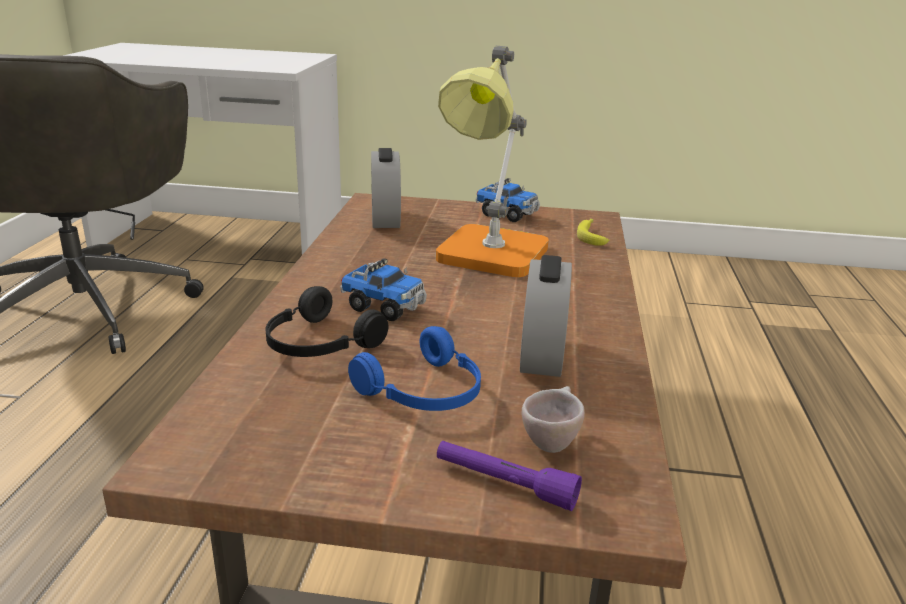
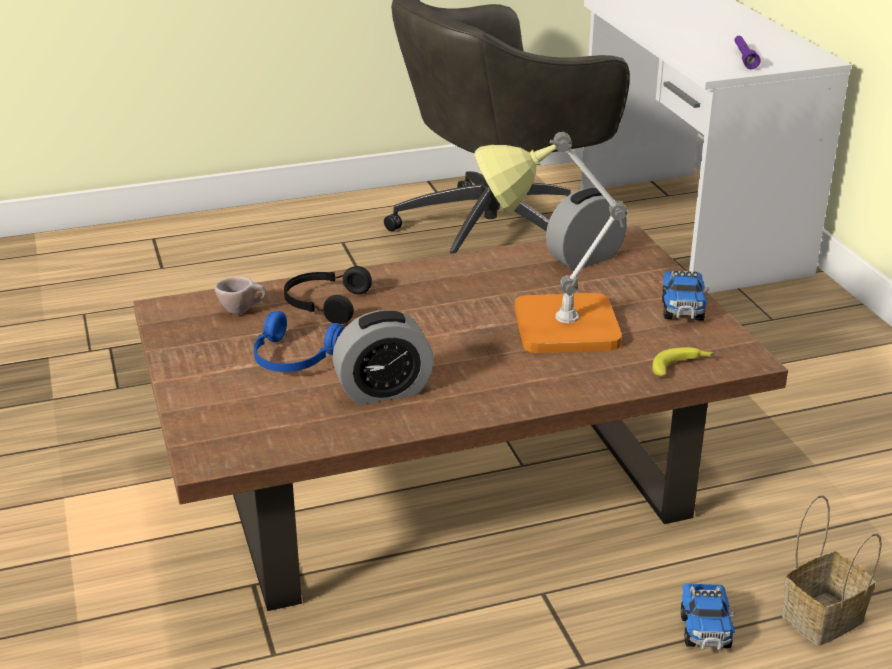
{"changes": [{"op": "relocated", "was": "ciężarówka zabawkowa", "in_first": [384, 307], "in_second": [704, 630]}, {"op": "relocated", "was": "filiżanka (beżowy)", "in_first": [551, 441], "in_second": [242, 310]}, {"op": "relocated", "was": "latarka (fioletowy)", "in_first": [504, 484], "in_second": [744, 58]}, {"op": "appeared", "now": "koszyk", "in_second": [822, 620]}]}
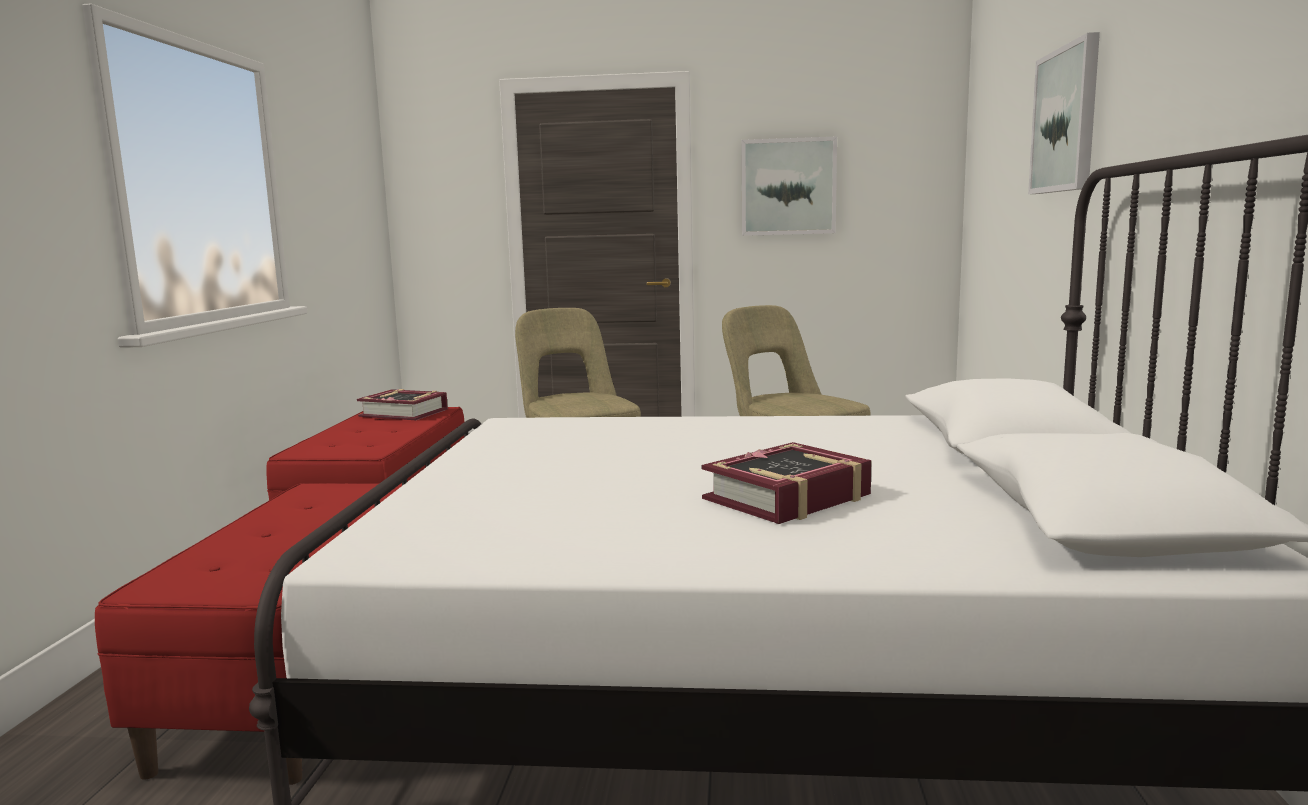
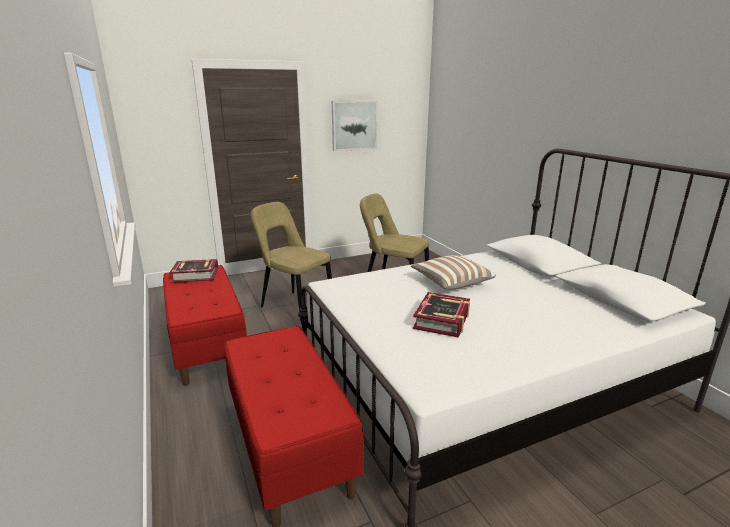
{"changes": [{"op": "missing", "was": "obraz", "in_first": [1066, 120]}, {"op": "relocated", "was": "książka", "in_first": [787, 497], "in_second": [442, 320]}, {"op": "appeared", "now": "poduszka", "in_second": [451, 282]}]}
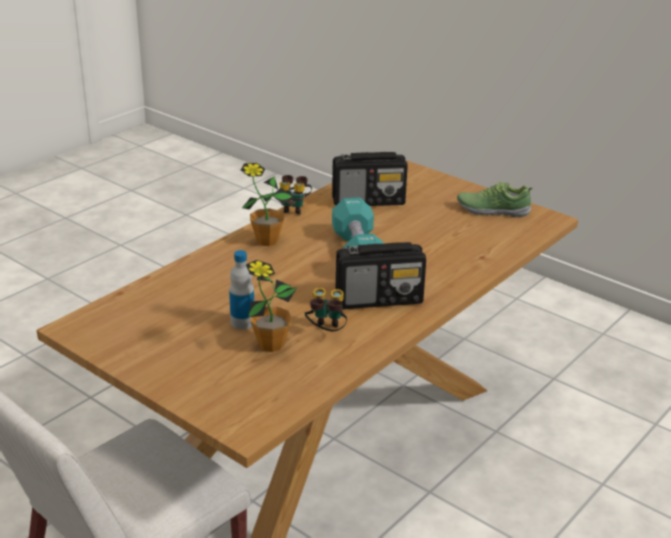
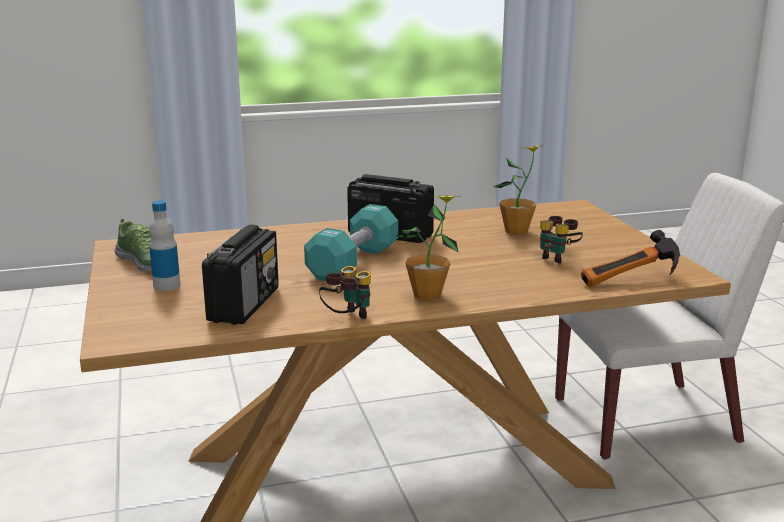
{"changes": [{"op": "spun", "was": "radio", "in_first": [369, 201], "in_second": [245, 304], "clockwise": 75}, {"op": "relocated", "was": "butelka", "in_first": [242, 322], "in_second": [167, 285]}, {"op": "relocated", "was": "lornetka", "in_first": [326, 332], "in_second": [557, 258]}, {"op": "appeared", "now": "młotek", "in_second": [632, 281]}]}
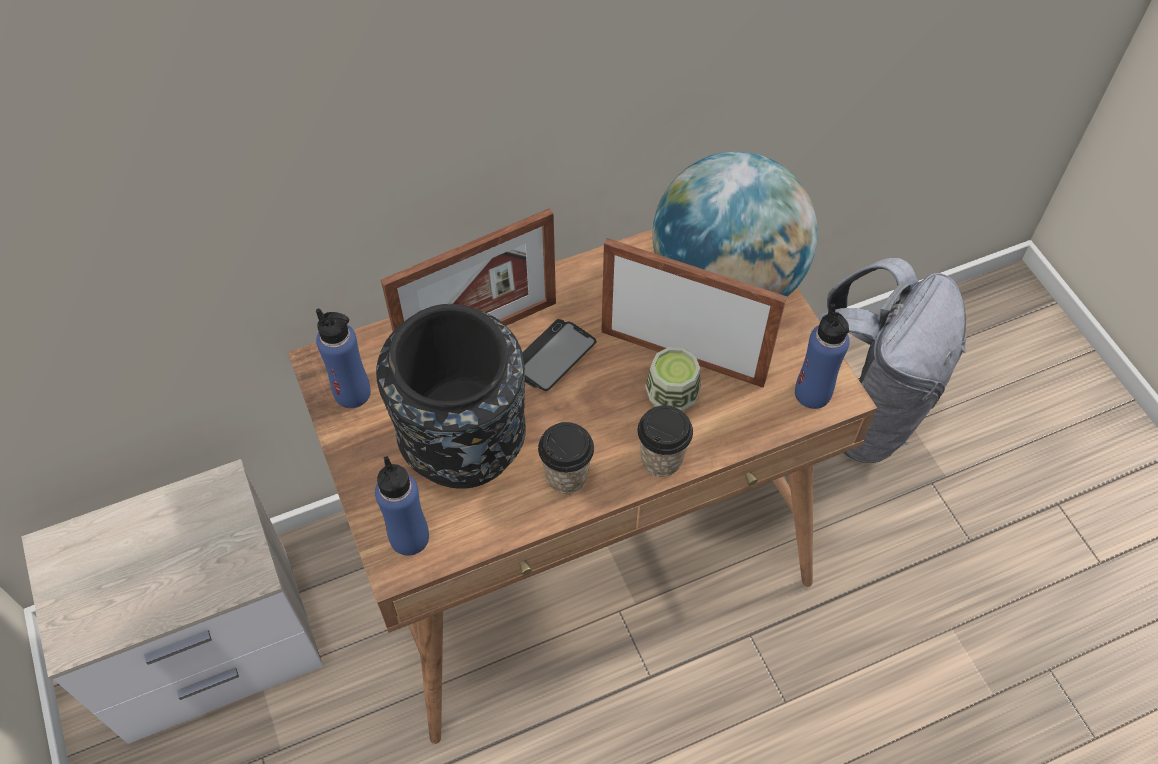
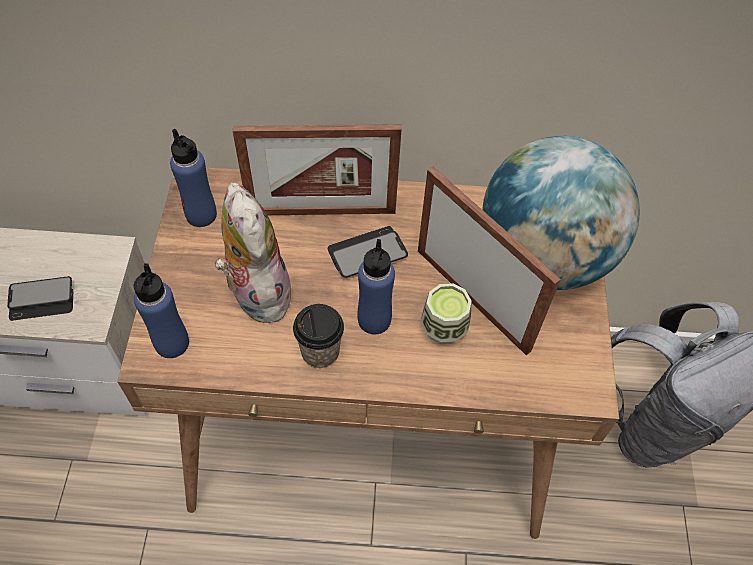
{"changes": [{"op": "exchanged", "was": "wazon (czarny)", "now": "pluszak", "in_first": [464, 446], "in_second": [256, 292]}, {"op": "relocated", "was": "butelka (niebieski)", "in_first": [812, 393], "in_second": [374, 320]}, {"op": "missing", "was": "filiżanka", "in_first": [661, 459]}, {"op": "appeared", "now": "telefon", "in_second": [41, 299]}]}
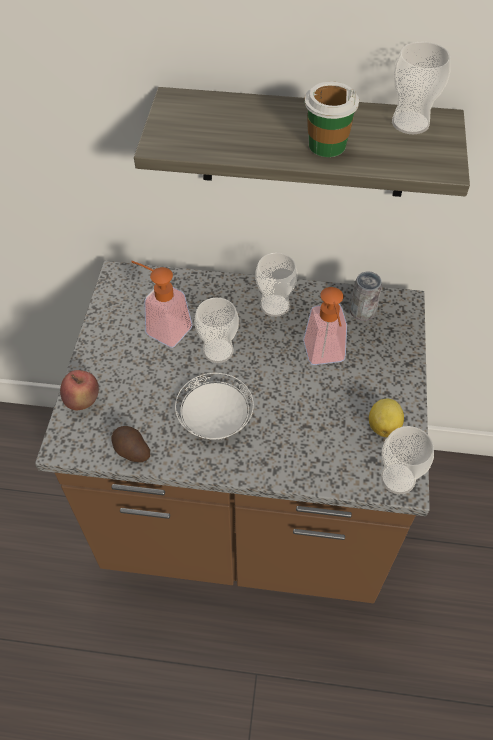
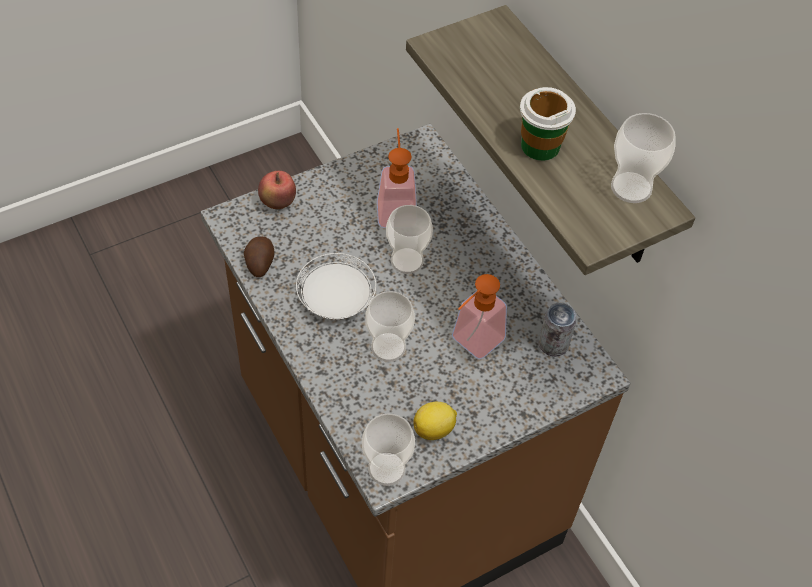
{"changes": [{"op": "relocated", "was": "filiżanka", "in_first": [274, 305], "in_second": [388, 347]}]}
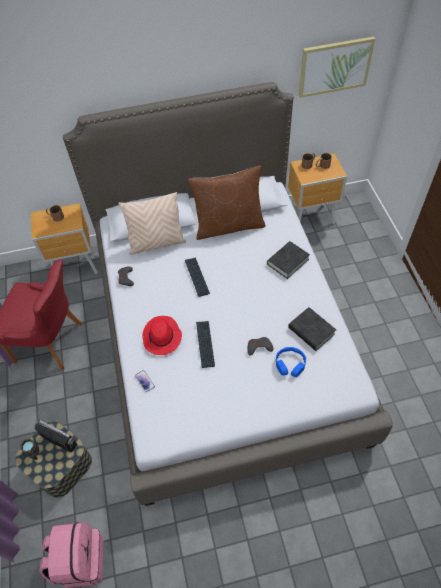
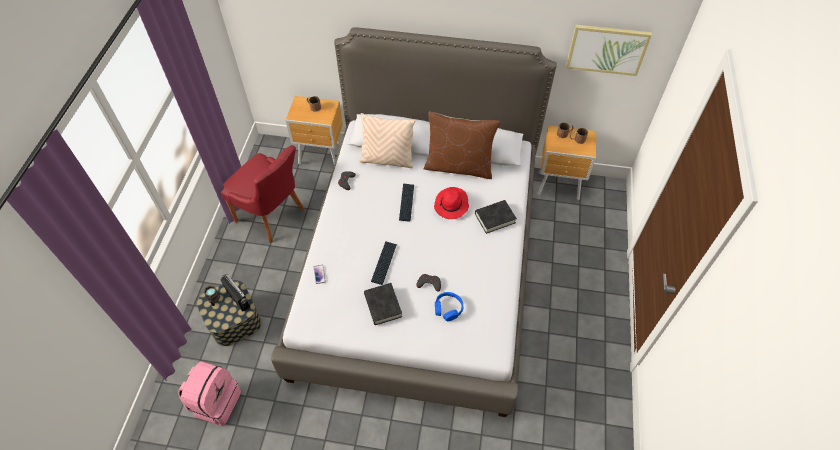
{"changes": [{"op": "relocated", "was": "książka (czarny)", "in_first": [311, 331], "in_second": [383, 305]}, {"op": "relocated", "was": "kapelusz (czerwony)", "in_first": [162, 337], "in_second": [451, 205]}]}
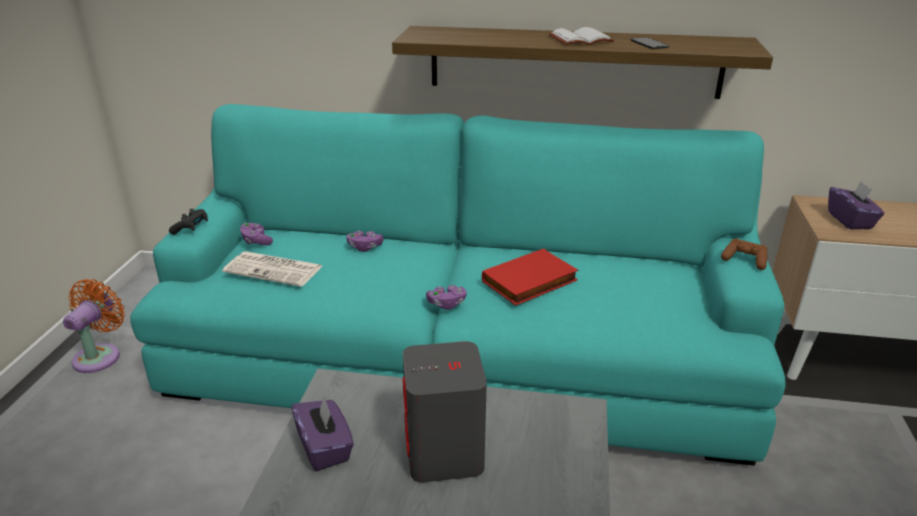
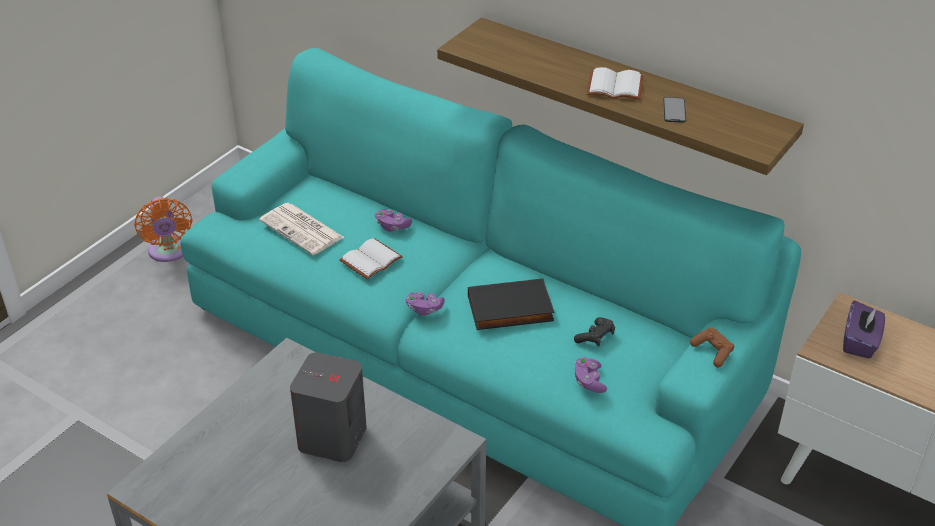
{"changes": [{"op": "relocated", "was": "pad do gier (czarny)", "in_first": [191, 228], "in_second": [595, 337]}, {"op": "relocated", "was": "pad do gier (fioletowy)", "in_first": [256, 241], "in_second": [589, 381]}, {"op": "colour", "was": "książka (czerwony)", "now": "książka (czarny)", "in_first": [530, 282], "in_second": [510, 310]}, {"op": "spun", "was": "wentylator (pomarańczowy)", "in_first": [100, 355], "in_second": [169, 252], "clockwise": 120}, {"op": "missing", "was": "pudełko chusteczek (fioletowy)", "in_first": [325, 448]}, {"op": "appeared", "now": "książka (biały)", "in_second": [370, 259]}]}
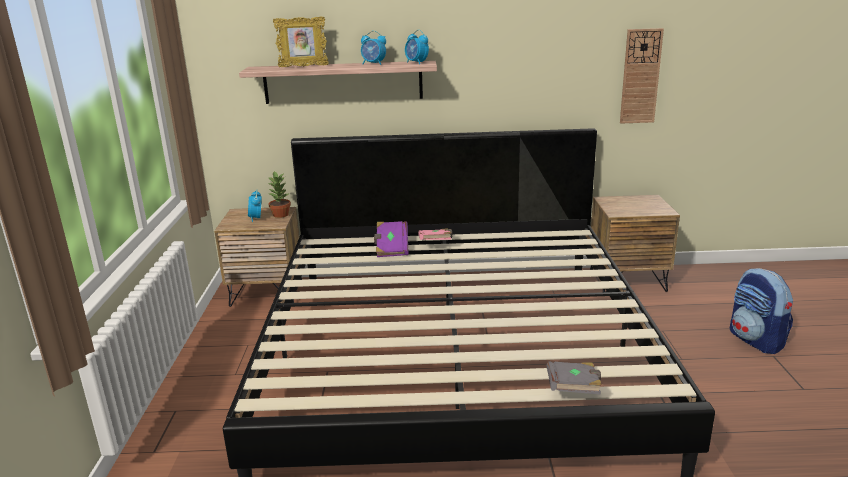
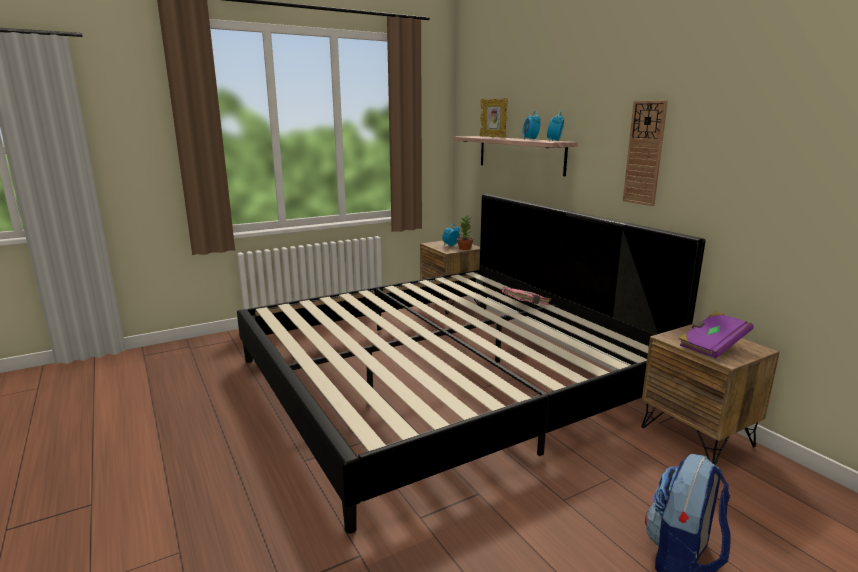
{"changes": [{"op": "relocated", "was": "zegar ścienny", "in_first": [640, 76], "in_second": [645, 153]}, {"op": "relocated", "was": "książka (fioletowy)", "in_first": [391, 248], "in_second": [712, 346]}, {"op": "missing", "was": "książka (szary)", "in_first": [573, 390]}]}
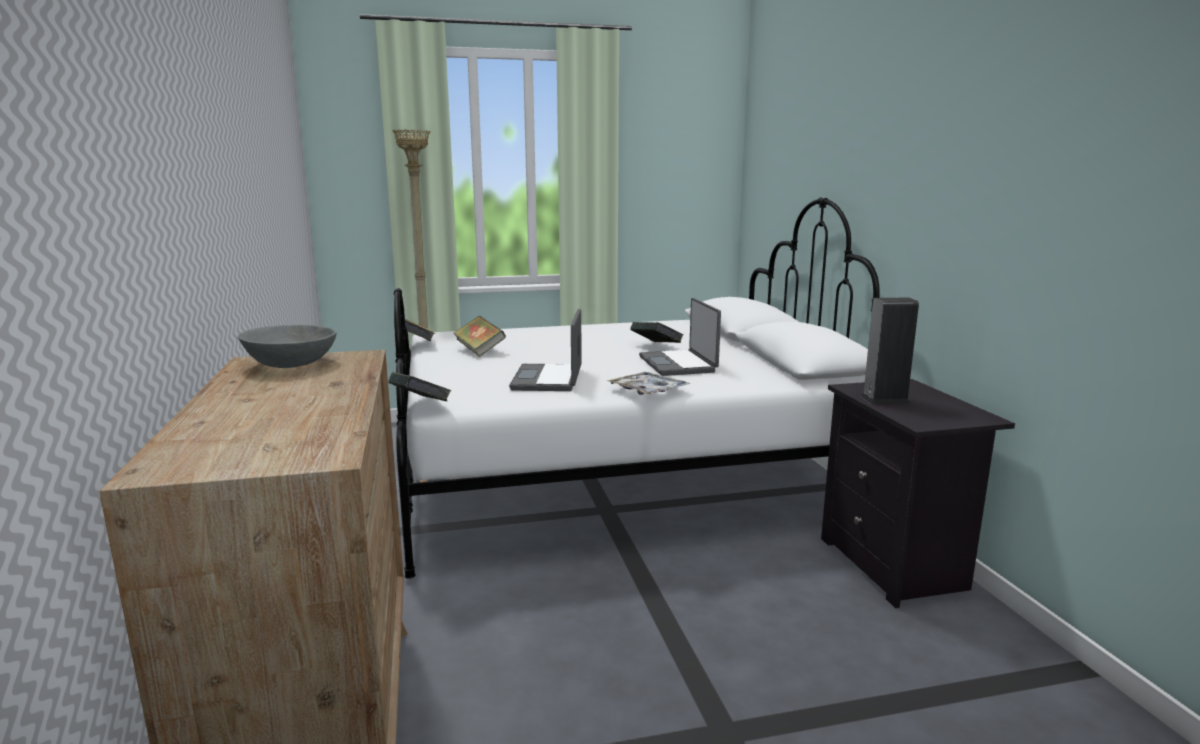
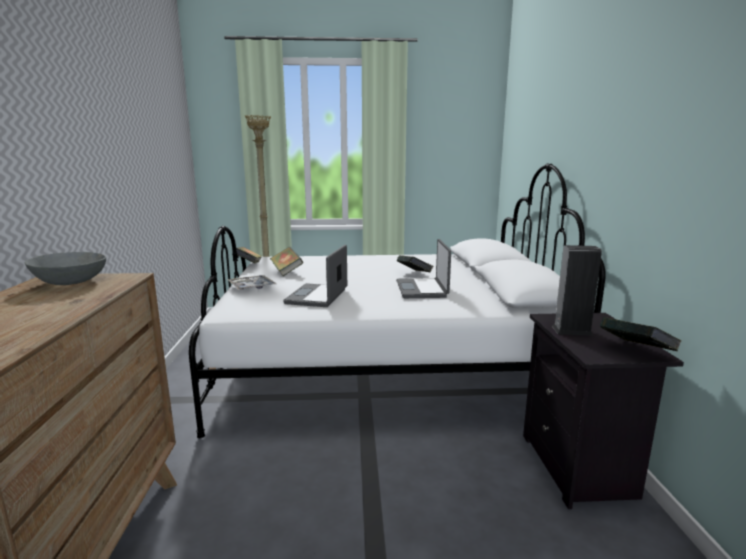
{"changes": [{"op": "relocated", "was": "książka", "in_first": [420, 406], "in_second": [635, 351]}, {"op": "relocated", "was": "taca", "in_first": [648, 391], "in_second": [252, 287]}]}
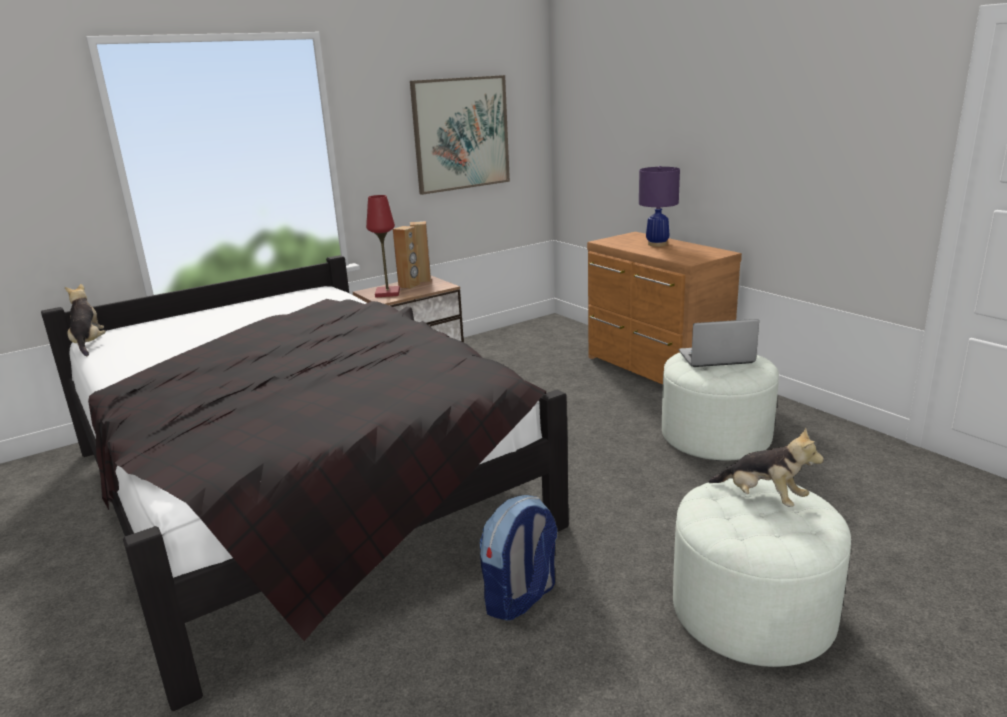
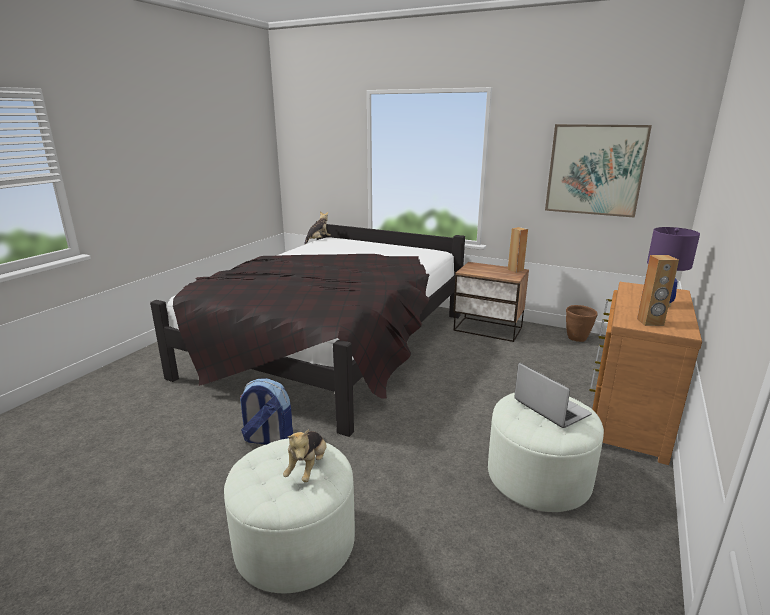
{"changes": [{"op": "missing", "was": "lampa stołowa (czerwony)", "in_first": [387, 293]}, {"op": "relocated", "was": "głośnik (brązowy)", "in_first": [409, 286], "in_second": [650, 322]}, {"op": "appeared", "now": "donica (brązowy)", "in_second": [577, 339]}]}
